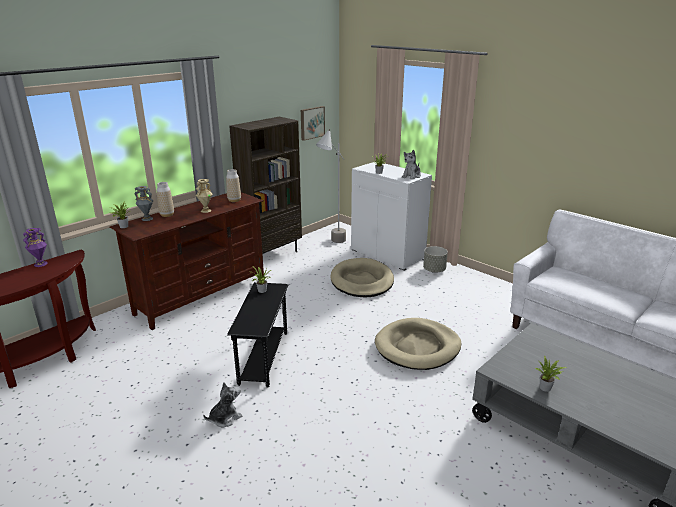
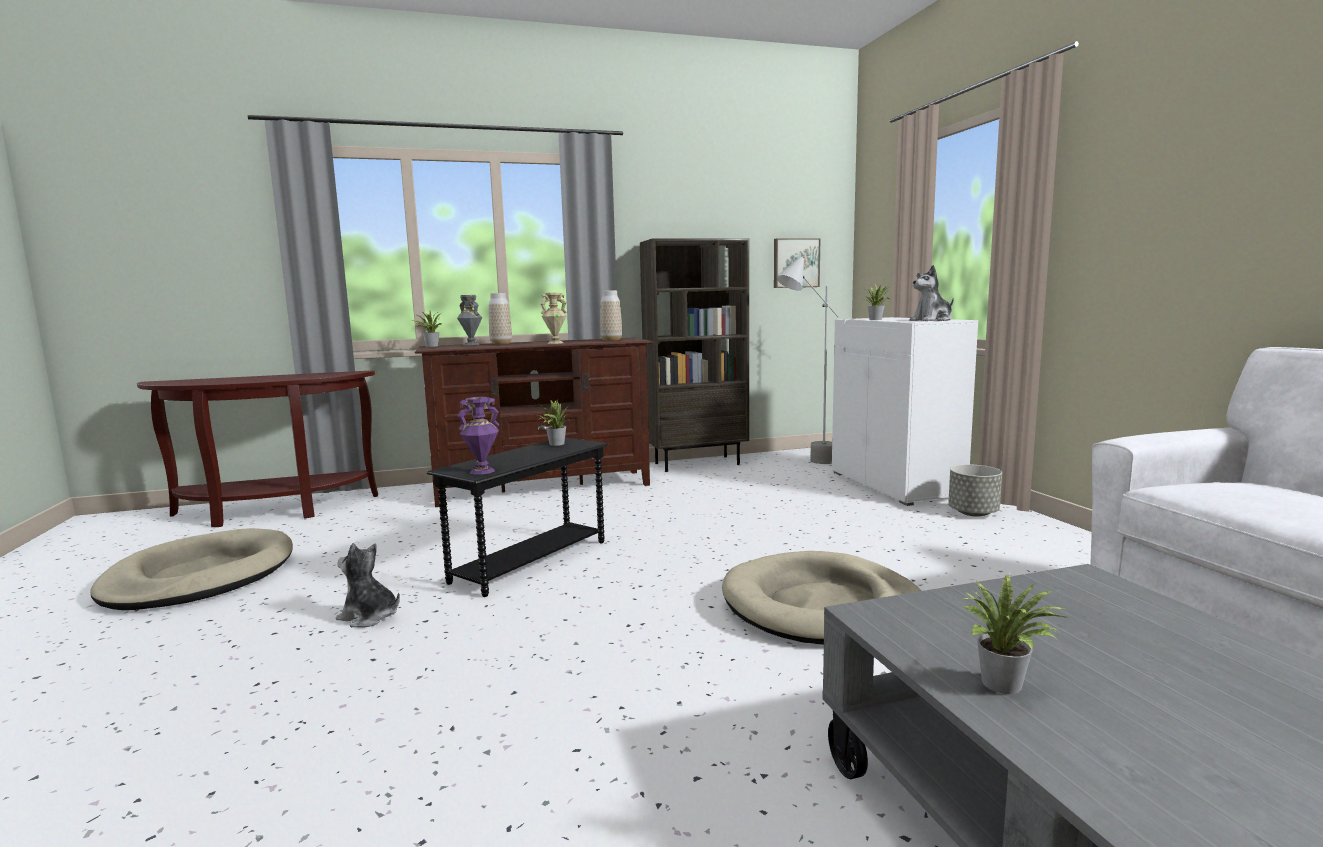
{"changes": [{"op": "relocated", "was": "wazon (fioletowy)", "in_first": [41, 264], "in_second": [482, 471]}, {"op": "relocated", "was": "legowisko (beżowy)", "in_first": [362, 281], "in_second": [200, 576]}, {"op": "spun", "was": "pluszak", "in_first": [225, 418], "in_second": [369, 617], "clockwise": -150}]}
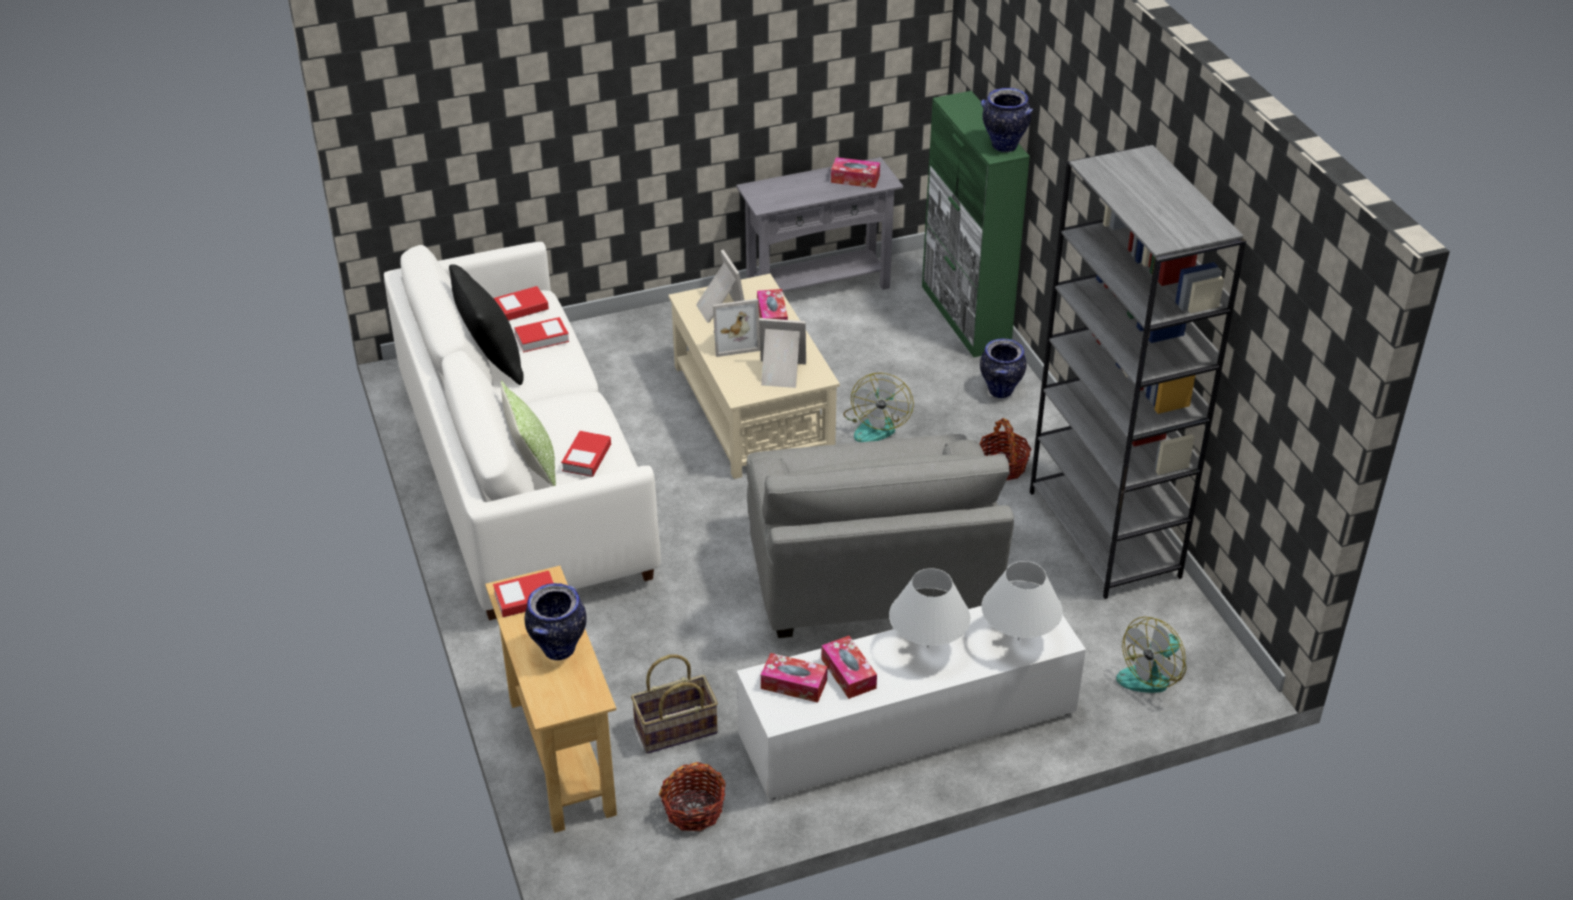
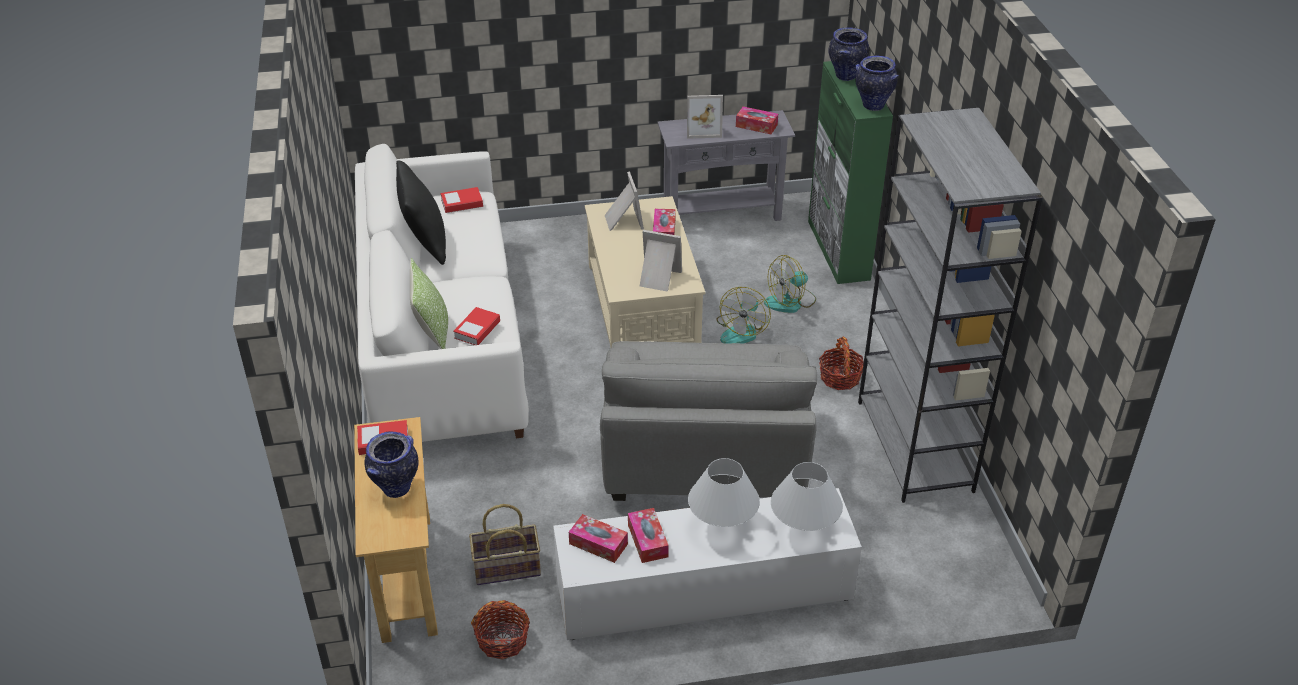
{"changes": [{"op": "relocated", "was": "ramka na zdjęcie", "in_first": [734, 341], "in_second": [703, 129]}, {"op": "missing", "was": "książka", "in_first": [542, 338]}, {"op": "relocated", "was": "wazon", "in_first": [1000, 392], "in_second": [845, 76]}, {"op": "relocated", "was": "wentylator", "in_first": [1152, 674], "in_second": [790, 302]}]}
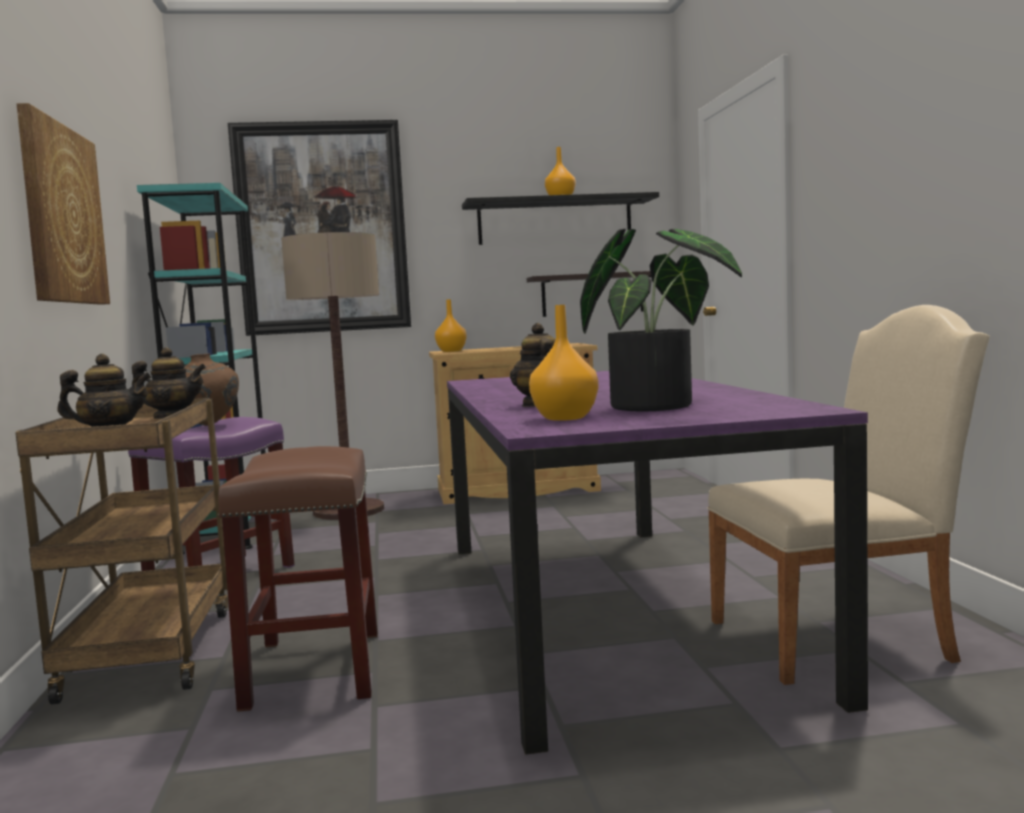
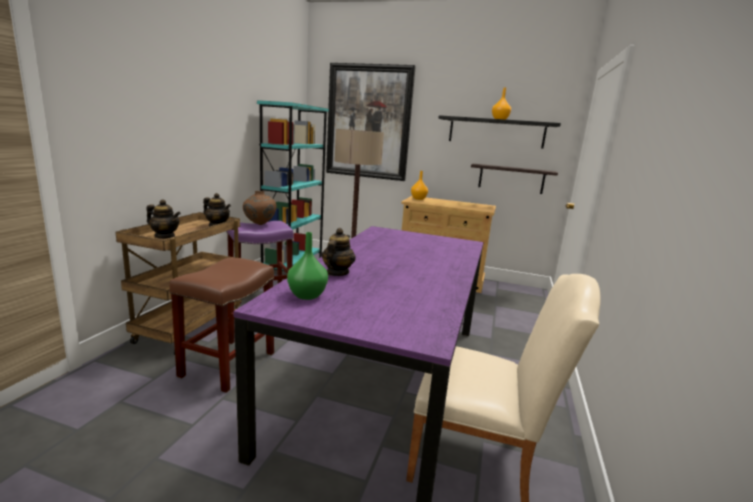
{"changes": [{"op": "missing", "was": "obraz", "in_first": [62, 215]}, {"op": "missing", "was": "roślina doniczkowa", "in_first": [660, 406]}, {"op": "colour", "was": "wazon (pomarańczowy)", "now": "wazon (zielony)", "in_first": [566, 418], "in_second": [308, 295]}]}
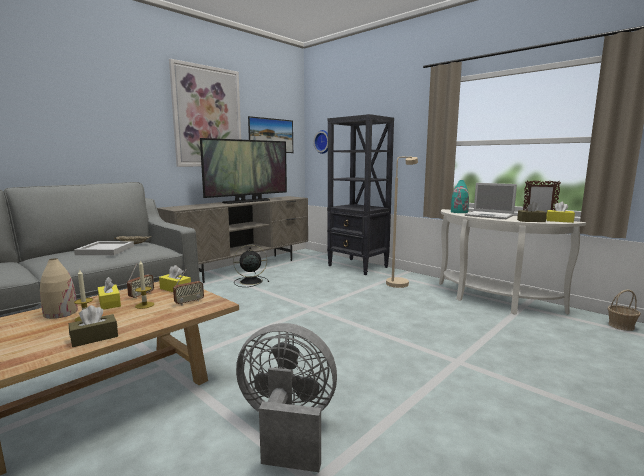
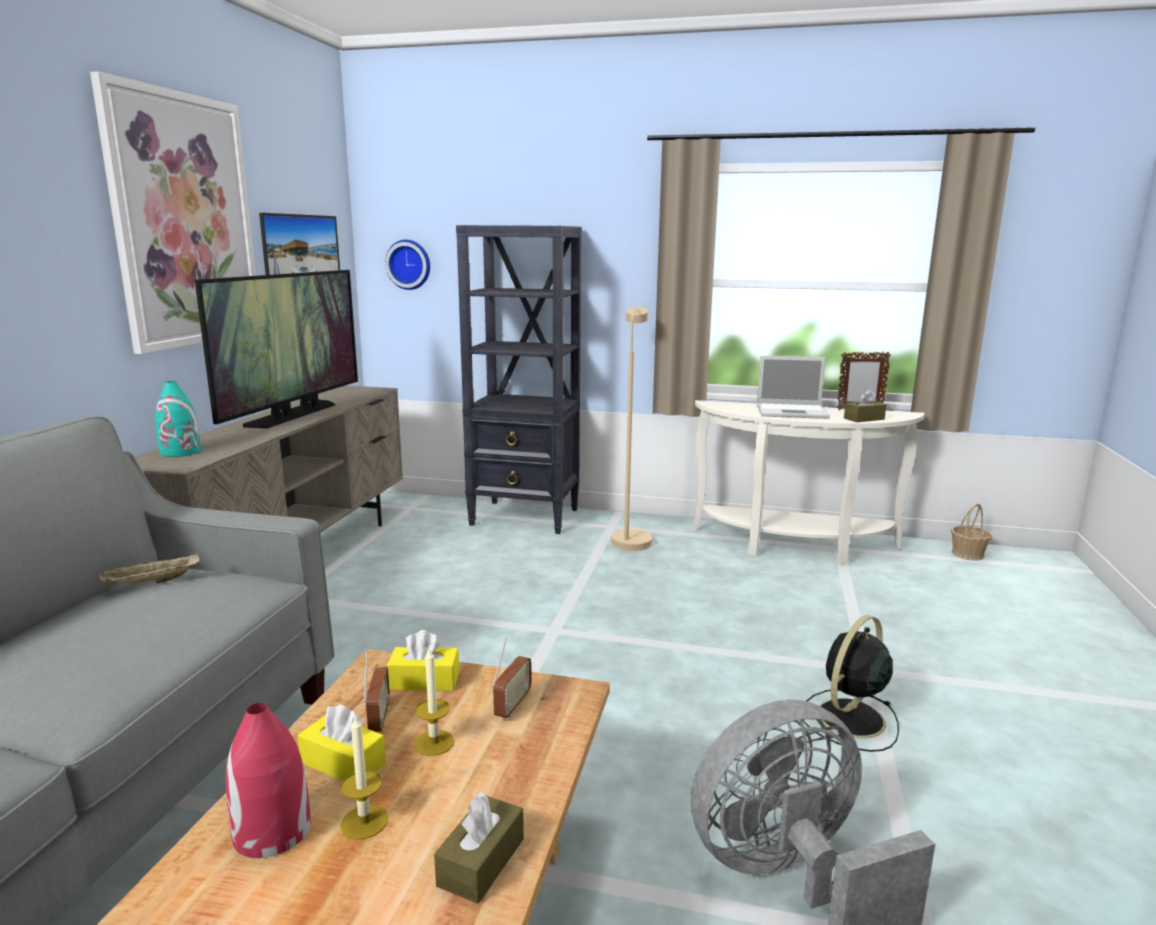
{"changes": [{"op": "relocated", "was": "wazon (turkusowy)", "in_first": [459, 212], "in_second": [181, 452]}, {"op": "missing", "was": "pudełko chusteczek (żółty)", "in_first": [559, 221]}, {"op": "missing", "was": "taca (biały)", "in_first": [104, 250]}, {"op": "relocated", "was": "wentylator (czarny)", "in_first": [250, 281], "in_second": [849, 719]}, {"op": "colour", "was": "wazon (beżowy)", "now": "wazon (czerwony)", "in_first": [60, 313], "in_second": [271, 831]}]}
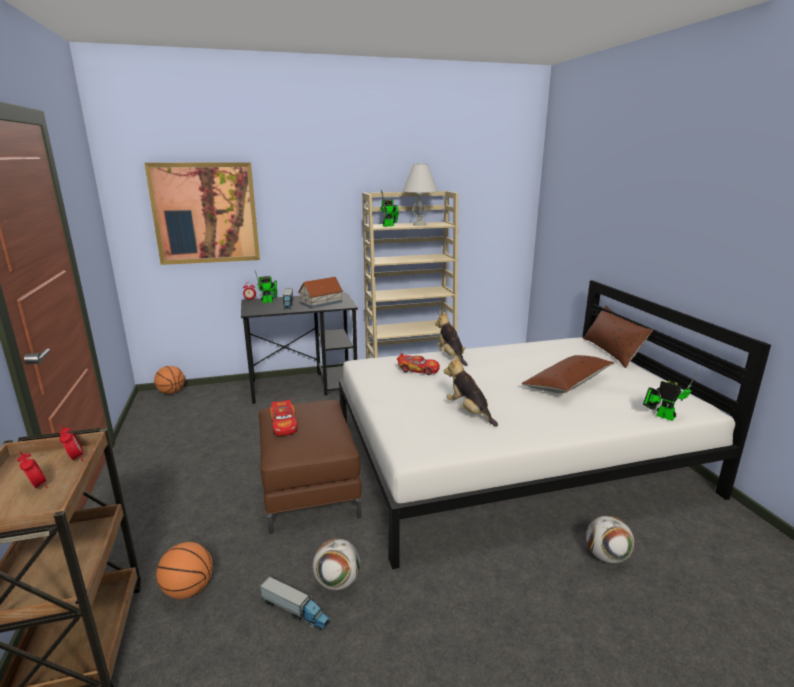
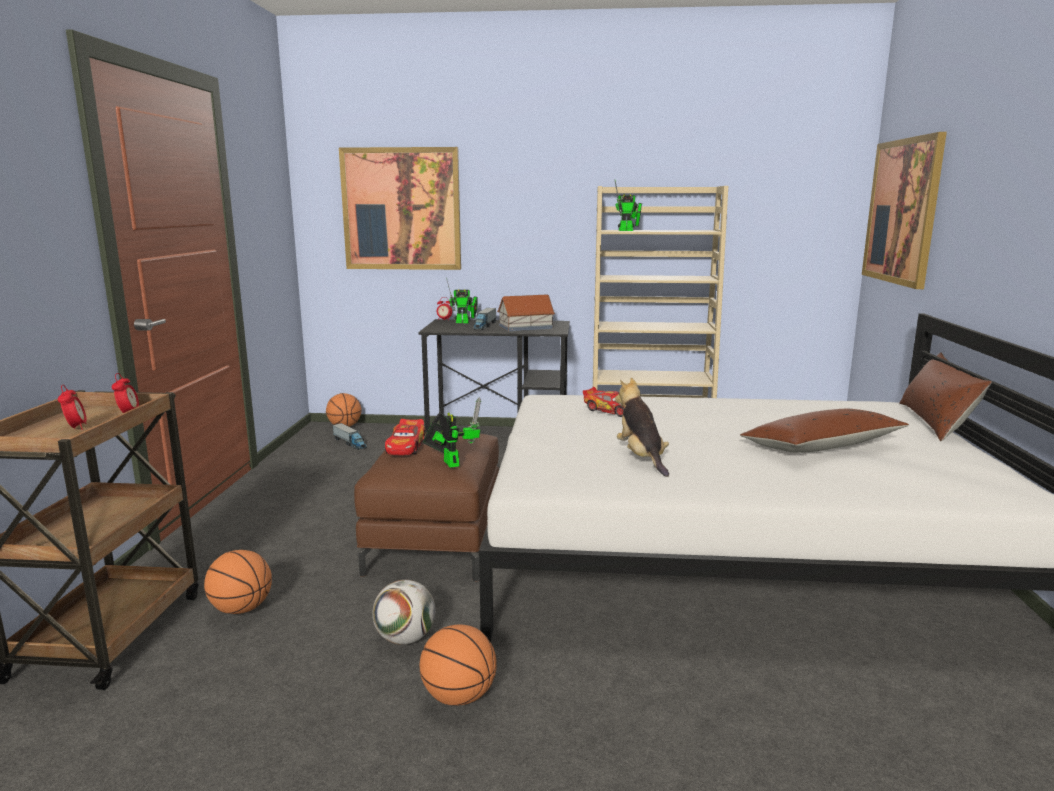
{"changes": [{"op": "missing", "was": "lampa stołowa (biały)", "in_first": [419, 224]}, {"op": "missing", "was": "pluszak", "in_first": [451, 356]}, {"op": "relocated", "was": "robot zabawkowy", "in_first": [662, 416], "in_second": [450, 462]}, {"op": "missing", "was": "piłka futbolowa", "in_first": [606, 557]}, {"op": "relocated", "was": "ciężarówka zabawkowa", "in_first": [295, 611], "in_second": [350, 443]}, {"op": "appeared", "now": "obraz", "in_second": [902, 211]}, {"op": "appeared", "now": "piłka do koszykówki", "in_second": [459, 697]}]}
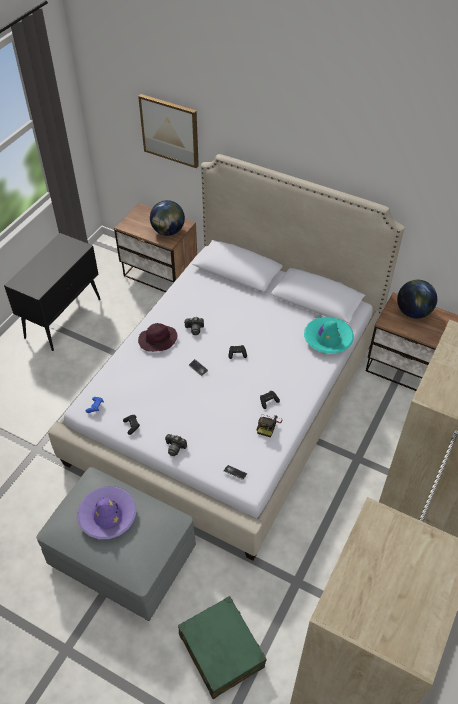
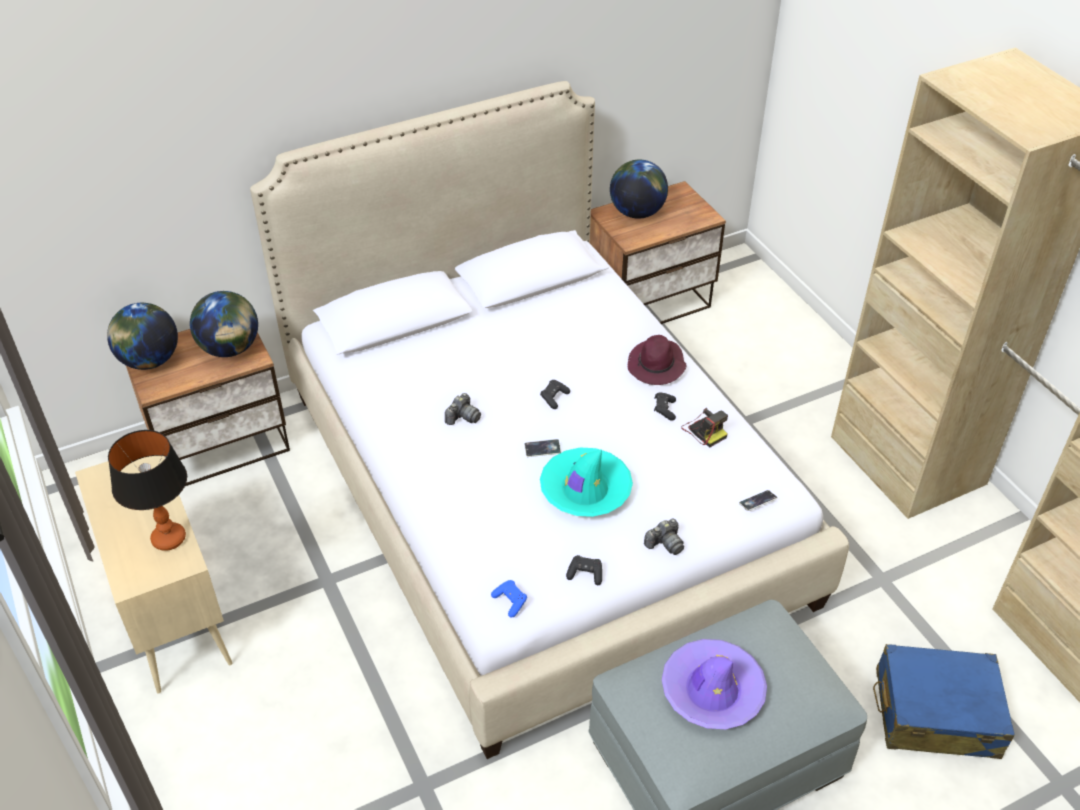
{"changes": [{"op": "missing", "was": "obraz", "in_first": [170, 130]}, {"op": "colour", "was": "szafka (czarny)", "now": "szafka (beżowy)", "in_first": [63, 318], "in_second": [173, 614]}, {"op": "relocated", "was": "kapelusz (turkusowy)", "in_first": [328, 339], "in_second": [585, 490]}, {"op": "relocated", "was": "kapelusz (fioletowy)", "in_first": [157, 340], "in_second": [656, 366]}, {"op": "colour", "was": "walizka (zielony)", "now": "walizka (niebieski)", "in_first": [221, 650], "in_second": [935, 713]}, {"op": "appeared", "now": "globus", "in_second": [149, 360]}, {"op": "appeared", "now": "lampa stołowa", "in_second": [168, 538]}]}
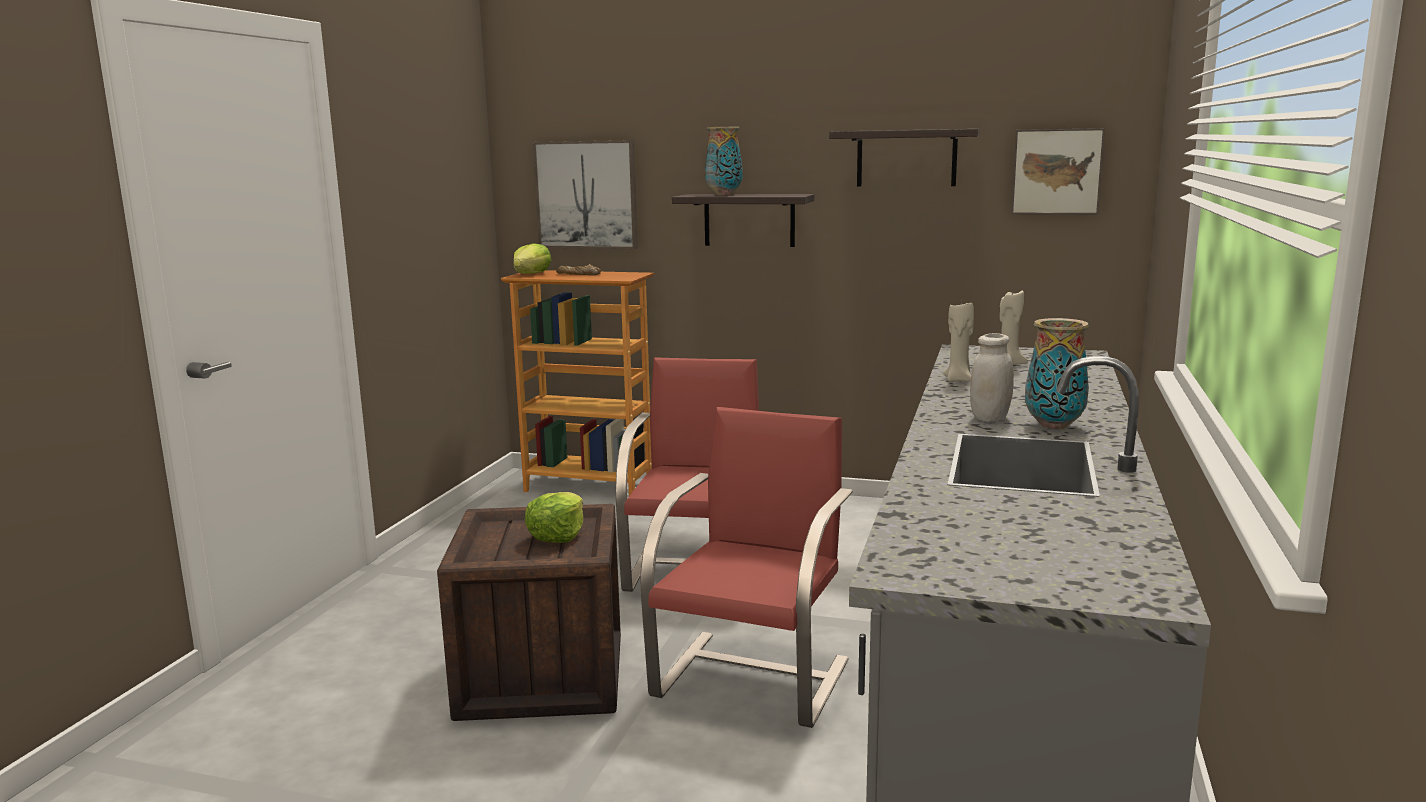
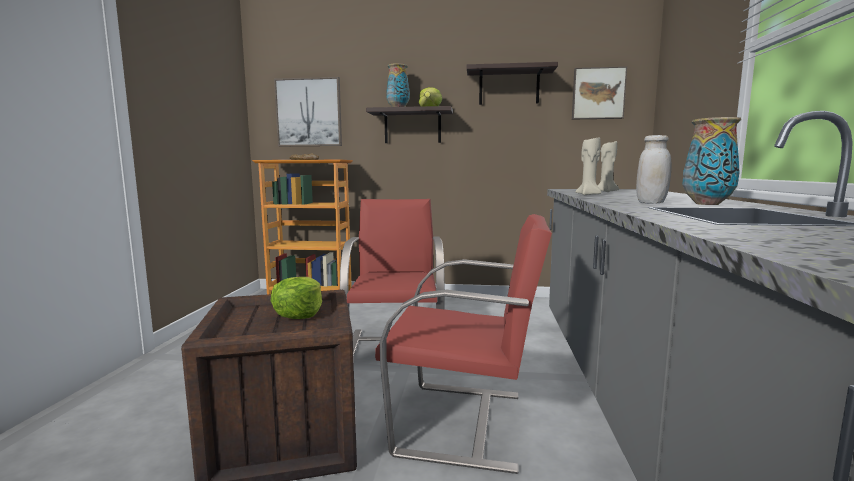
{"changes": [{"op": "relocated", "was": "sałata", "in_first": [531, 274], "in_second": [430, 107]}, {"op": "spun", "was": "krzesło (czerwony)", "in_first": [754, 676], "in_second": [464, 423], "clockwise": 90}]}
